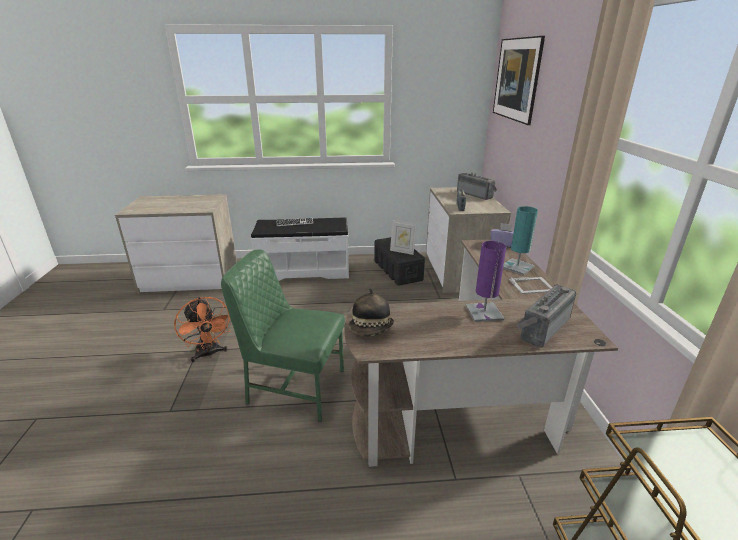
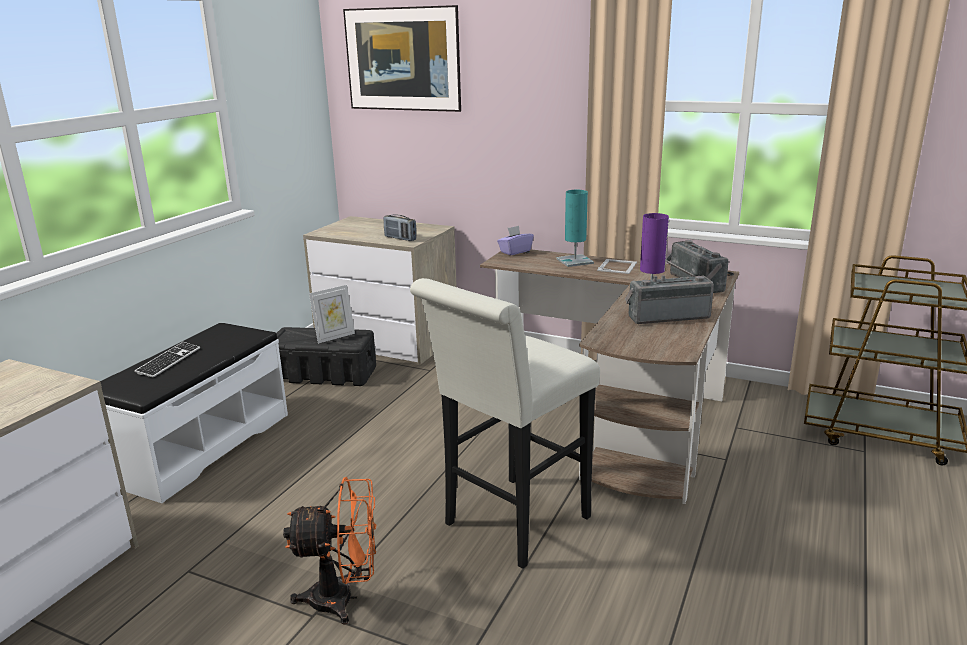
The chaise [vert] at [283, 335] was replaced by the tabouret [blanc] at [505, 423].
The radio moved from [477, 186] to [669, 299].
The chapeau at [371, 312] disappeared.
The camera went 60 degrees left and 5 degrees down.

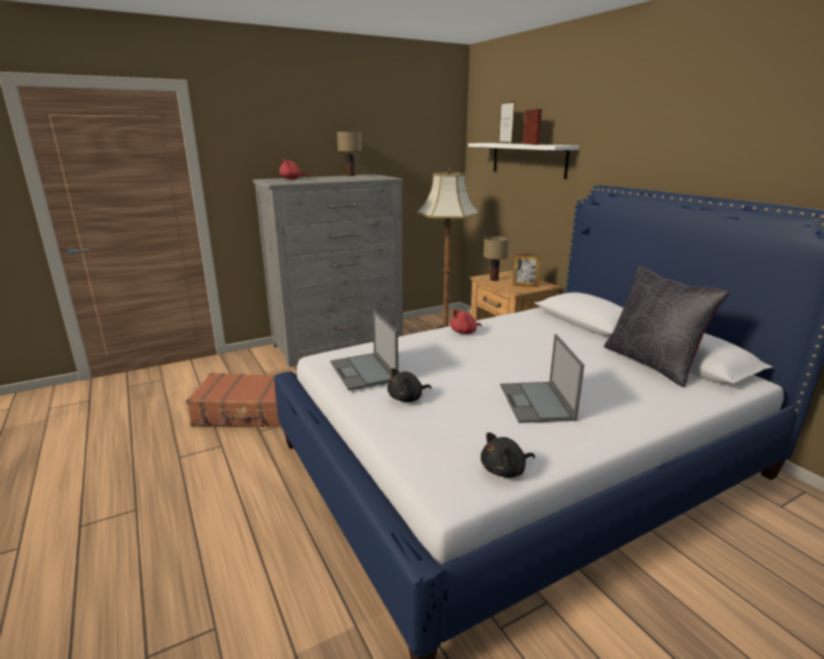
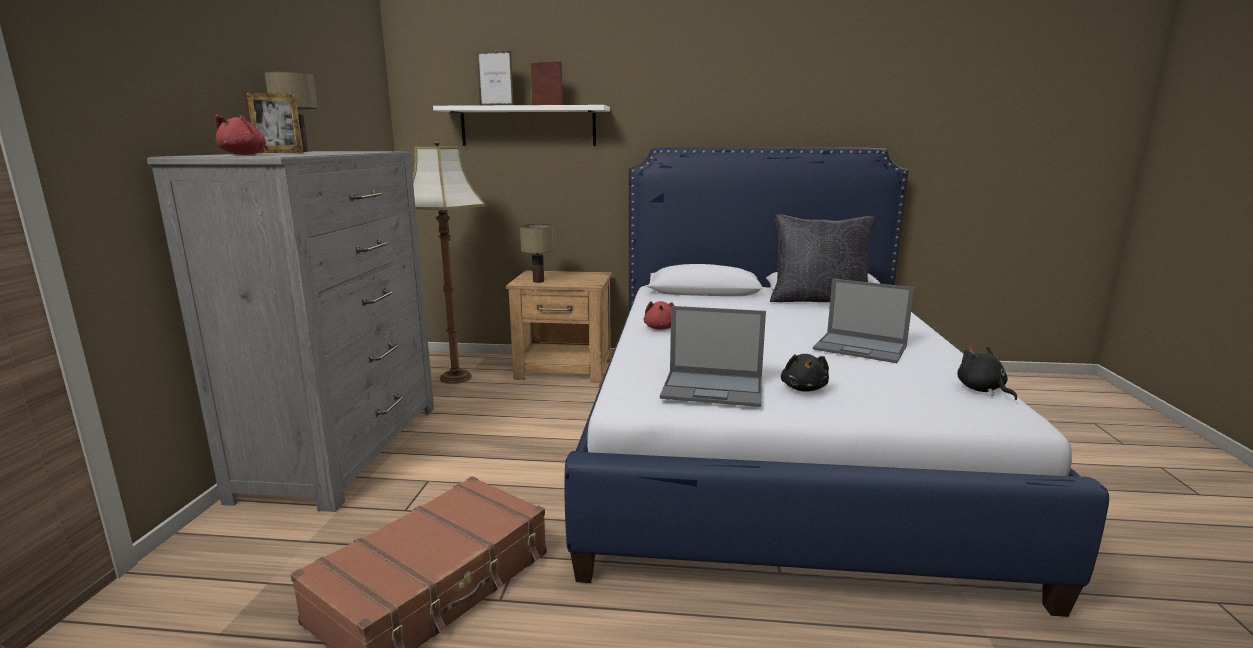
The cadre photo moved from [527, 270] to [274, 122].
The peluche [noir] at [508, 455] turned 150 degrees clockwise.
The camera went 55 degrees left and 5 degrees down.

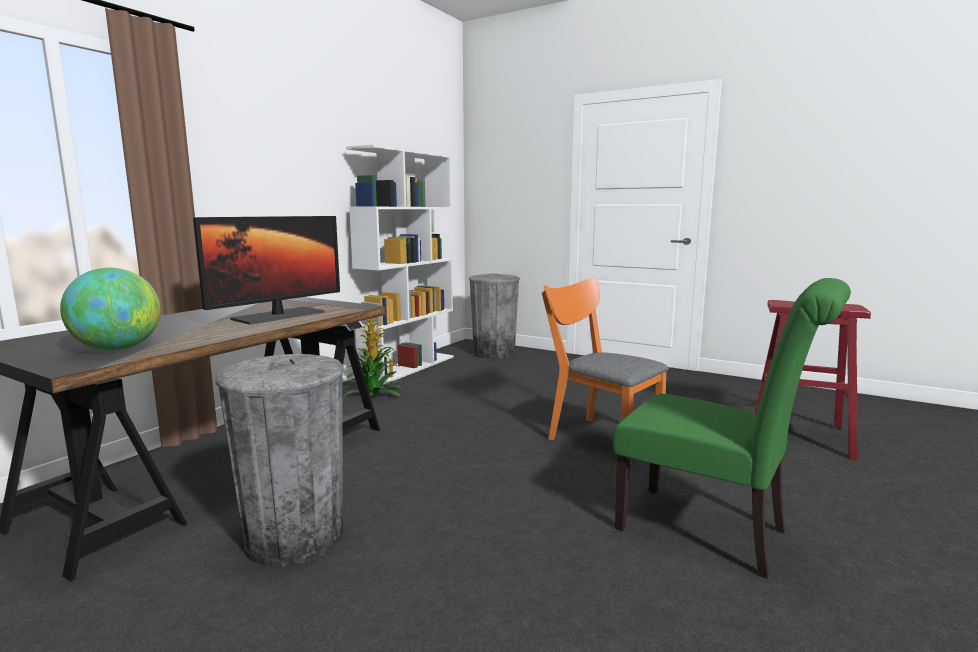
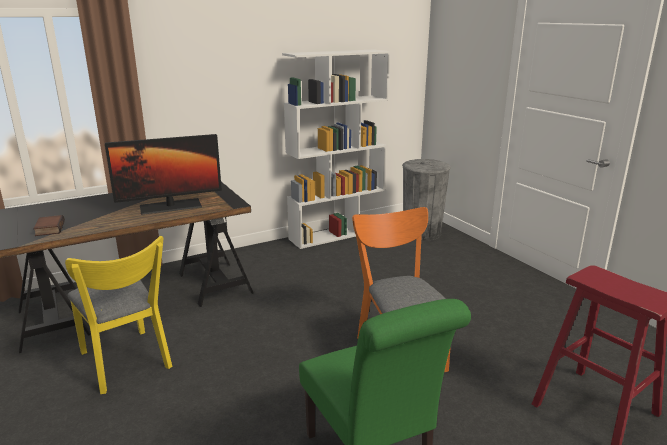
The globe at [110, 309] was replaced by the livre at [49, 225].
The poubelle [gris] at [279, 460] was replaced by the chaise [jaune] at [118, 315].
The plante en pot at [373, 356] disappeared.
The camera went 30 degrees right and 10 degrees up.

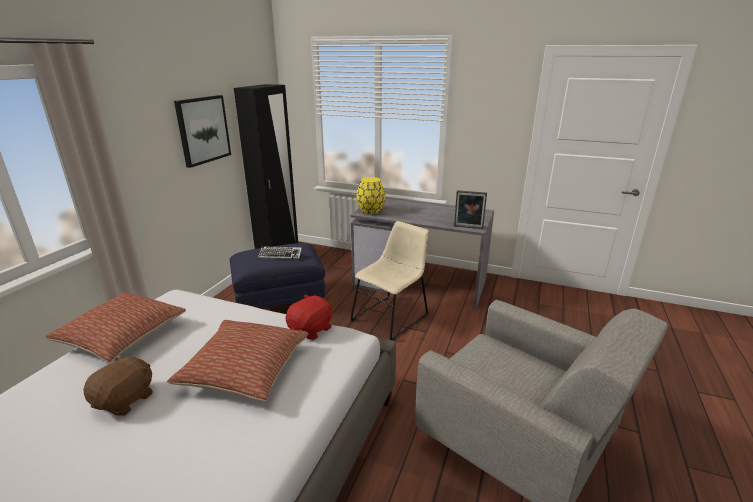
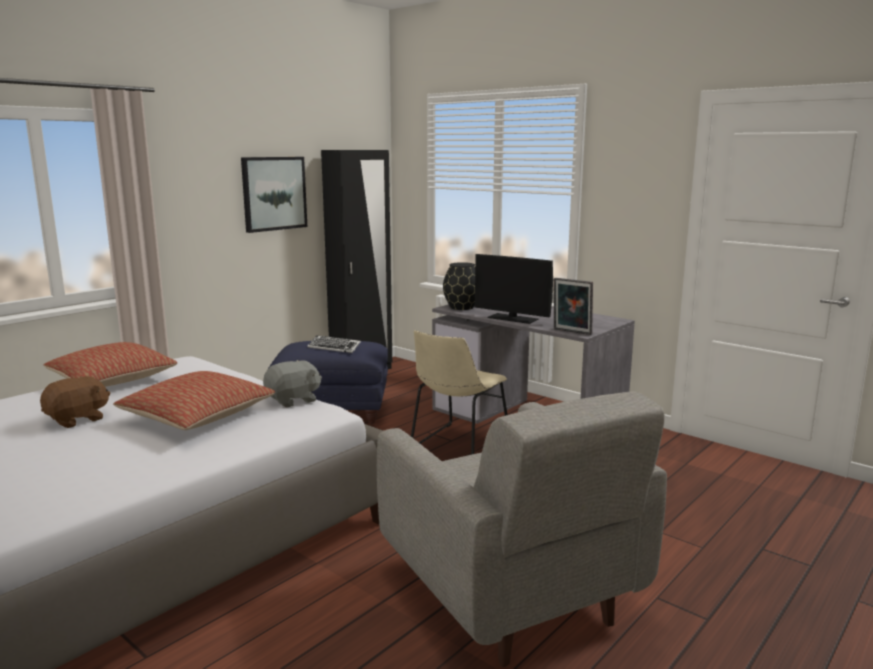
The peluche [rouge] at [309, 317] became the peluche [gris] at [292, 383].
The chaise [beige] at [389, 280] turned 150 degrees clockwise.
The vase [jaune] at [370, 195] became the vase [noir] at [459, 286].
The écran d'ordinateur at [514, 289] appeared.
The camera went 20 degrees right and 10 degrees down.

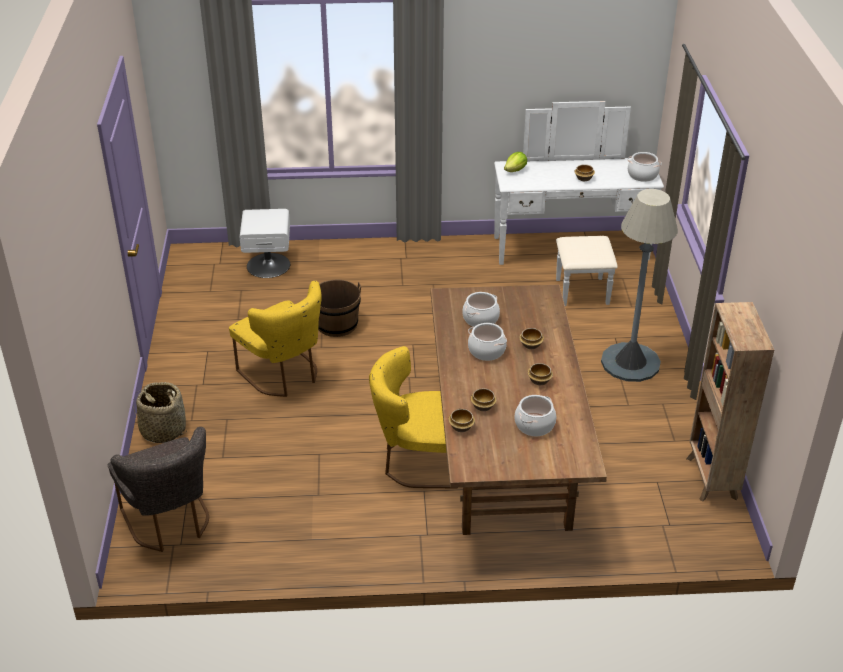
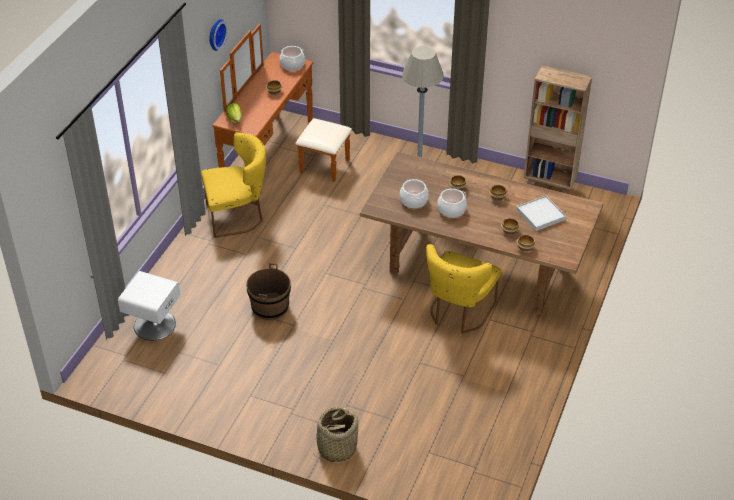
The chaise [jaune] moved from [275, 339] to [233, 185].
The horloge murale at [218, 35] appeared.
The commode [blanc] at [579, 203] became the commode [marron] at [282, 109].
The marmite at [535, 415] was replaced by the plateau [blanc] at [541, 213].
The chaise [gris] at [158, 489] disappeared.
The camera went 65 degrees left and 5 degrees up.

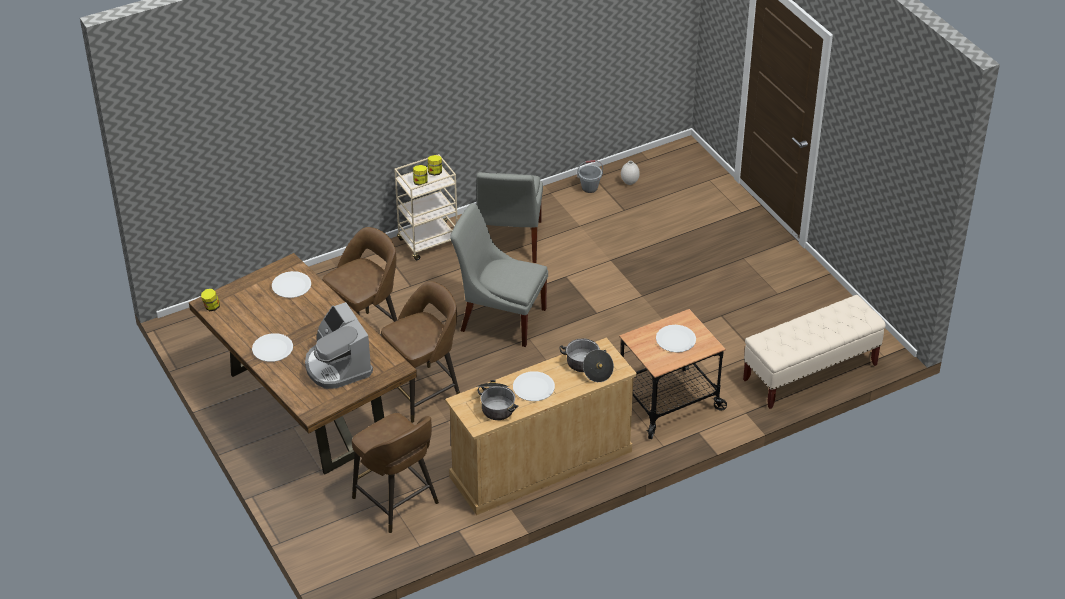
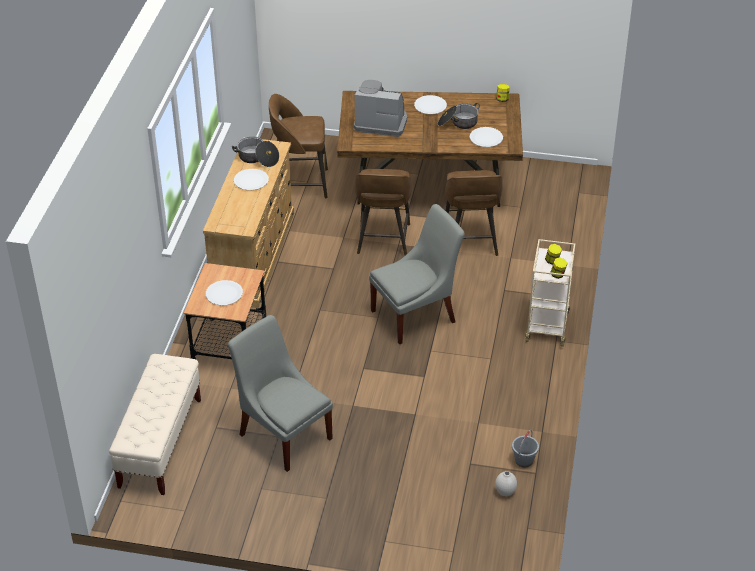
The chaise [gris] moved from [509, 217] to [280, 393].
The marmite moved from [586, 360] to [459, 116].
The camera went 130 degrees right and 0 degrees up.

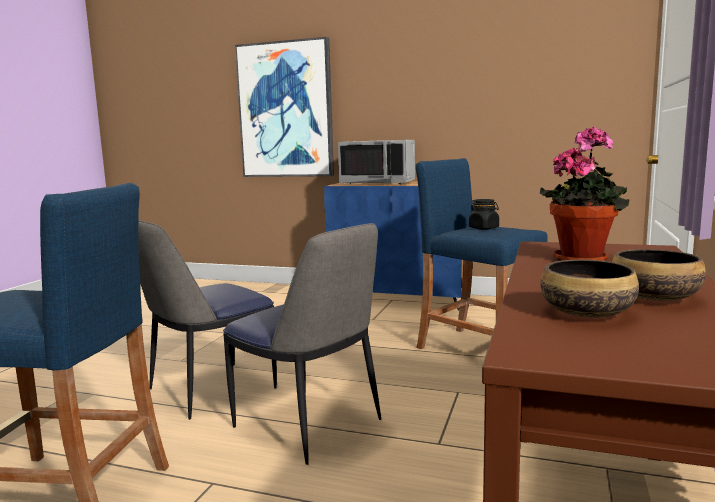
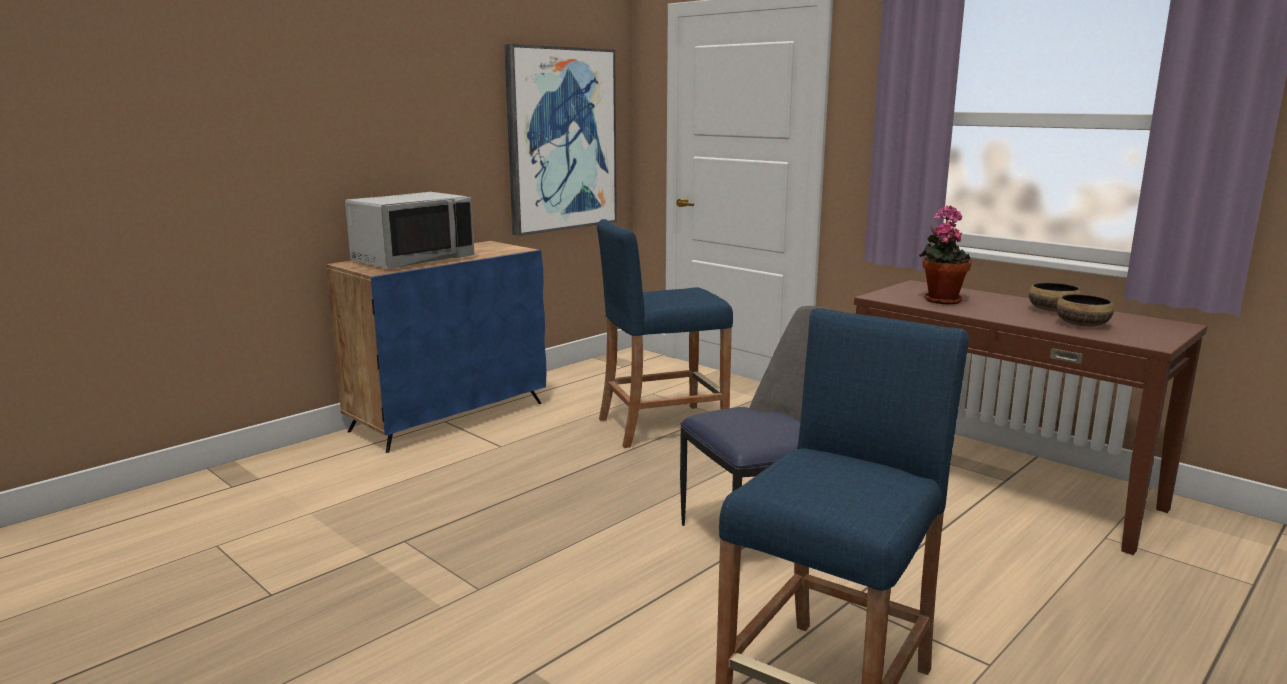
The tableau moved from [284, 107] to [560, 140].
The chaise at [207, 320] disappeared.
The bocal [noir] at [484, 214] disappeared.
The camera went 65 degrees left and 5 degrees up.

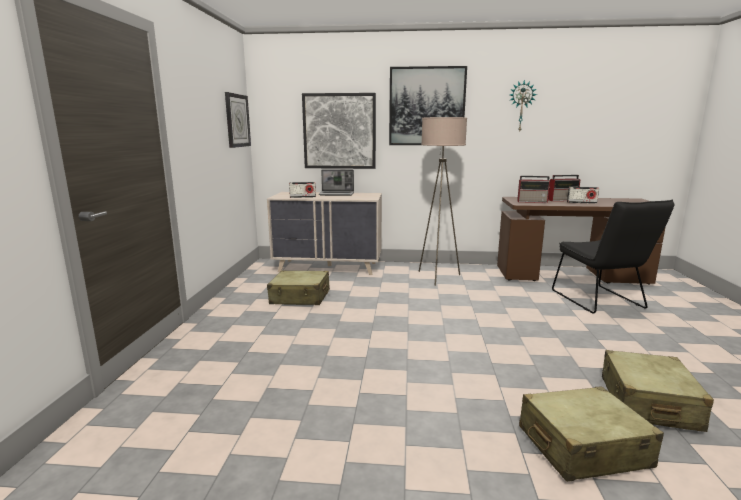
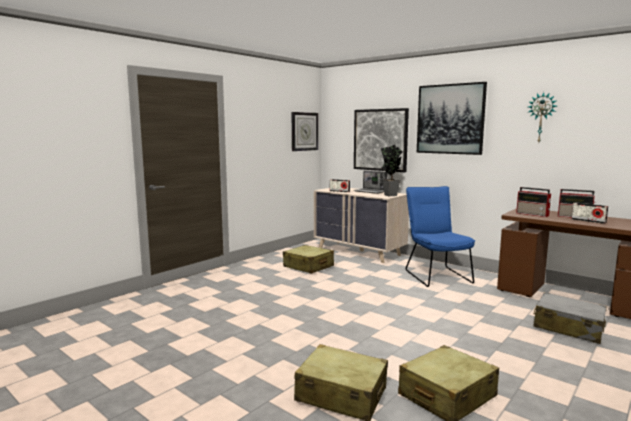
The plante en pot at [392, 170] appeared.
The lampadaire [beige] at [443, 201] was replaced by the chaise [bleu] at [440, 236].
The chaise [noir] at [613, 257] was replaced by the valise [gris] at [570, 318].
The camera went 35 degrees right and 5 degrees down.

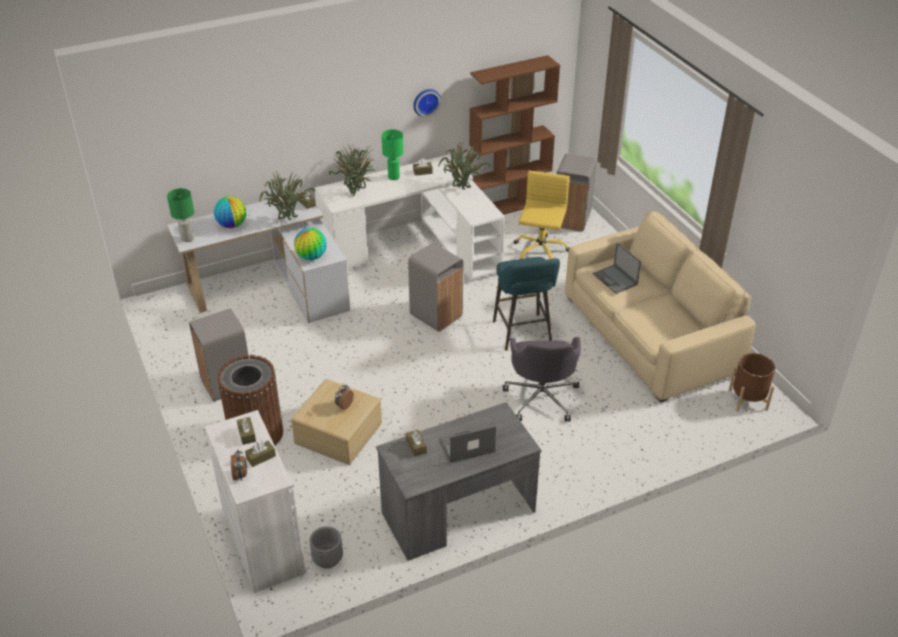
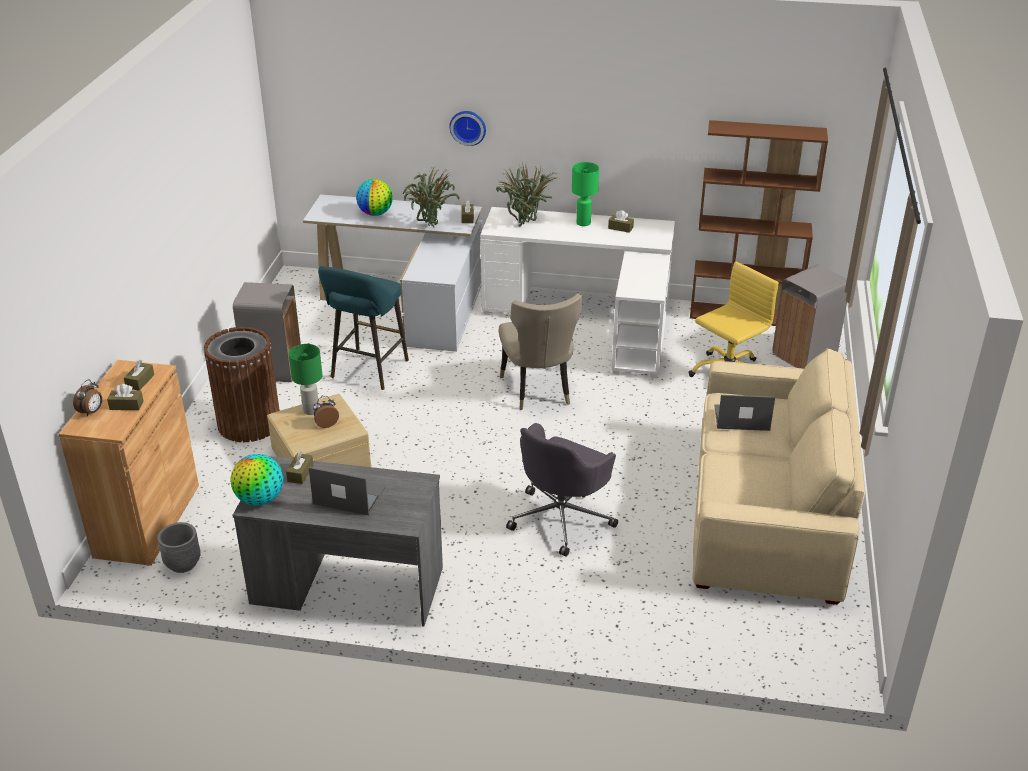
The meuble de rangement [blanc] at [255, 501] became the meuble de rangement [marron] at [129, 463].
The globe moved from [310, 244] to [257, 480].
The lampe de table [vert] moved from [180, 215] to [306, 379].
The tabouret [turquoise] moved from [526, 304] to [363, 328].
The horloge murale moved from [427, 103] to [468, 128].
The poubelle [gris] at [435, 287] was replaced by the chaise [beige] at [540, 351].
The ordinateur portable at [617, 268] turned 90 degrees clockwise.
The plante en pot at [464, 165] disappeared.
The cache-pot [marron] at [752, 382] disappeared.
The camera went 35 degrees right and 5 degrees down.

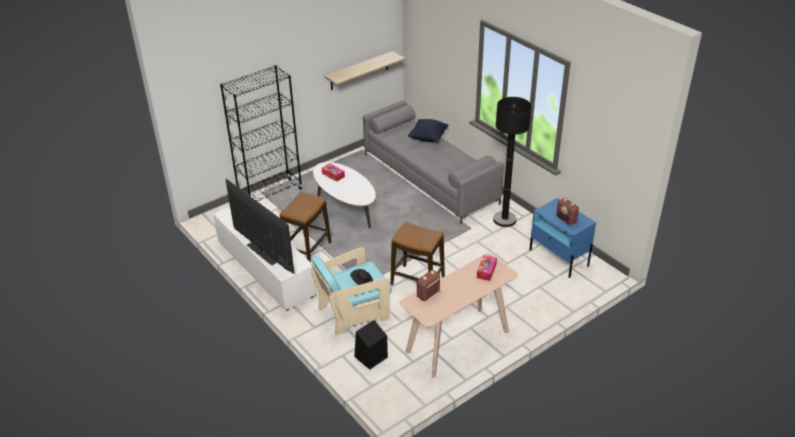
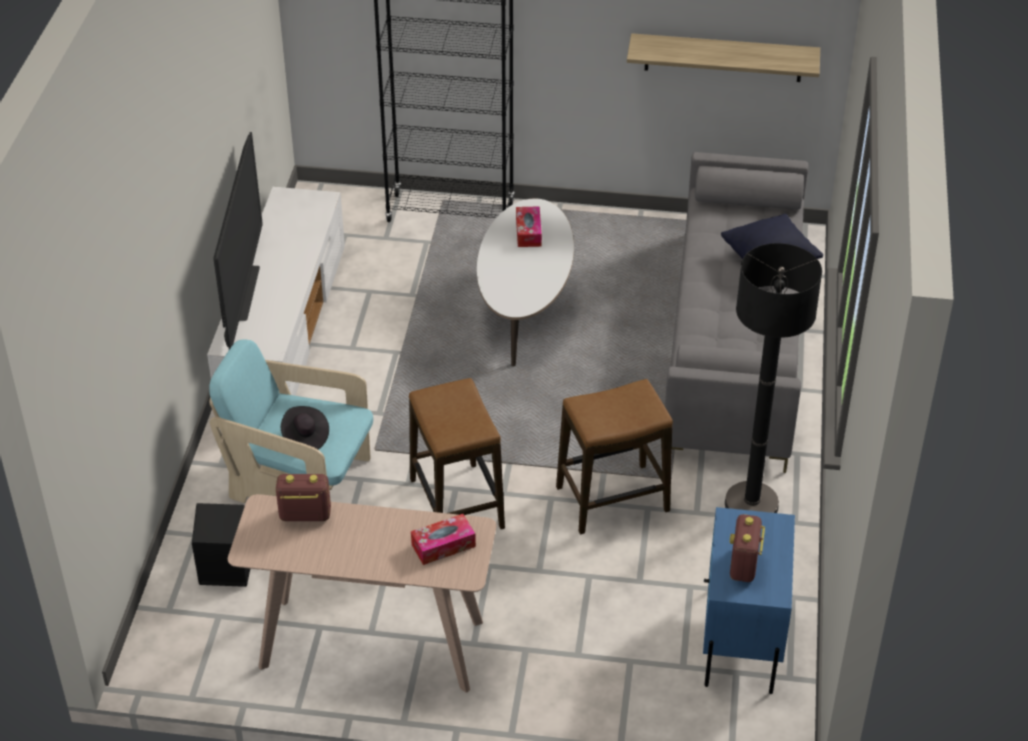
The tabouret moved from [305, 227] to [614, 457].
The camera went 45 degrees right and 5 degrees up.

